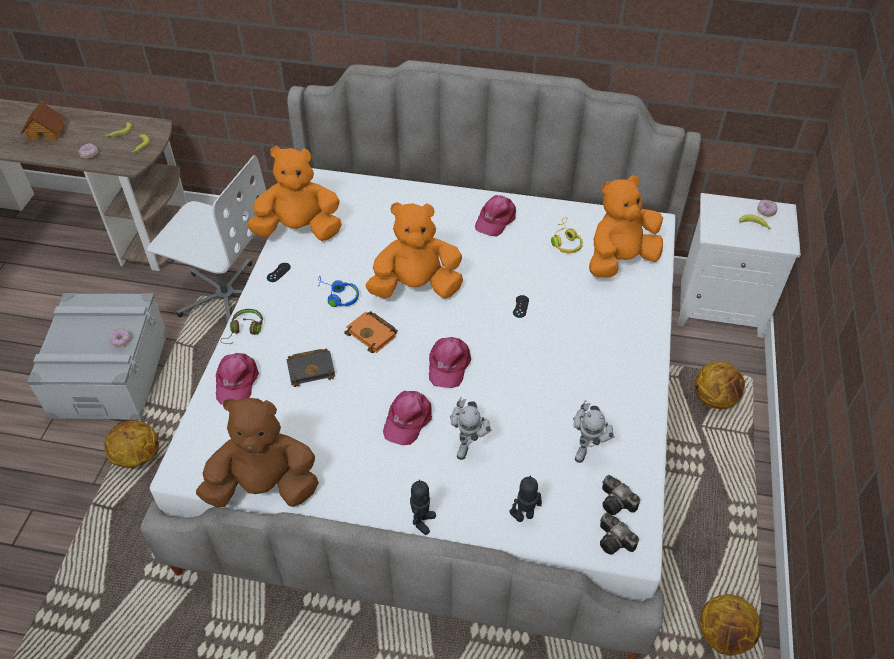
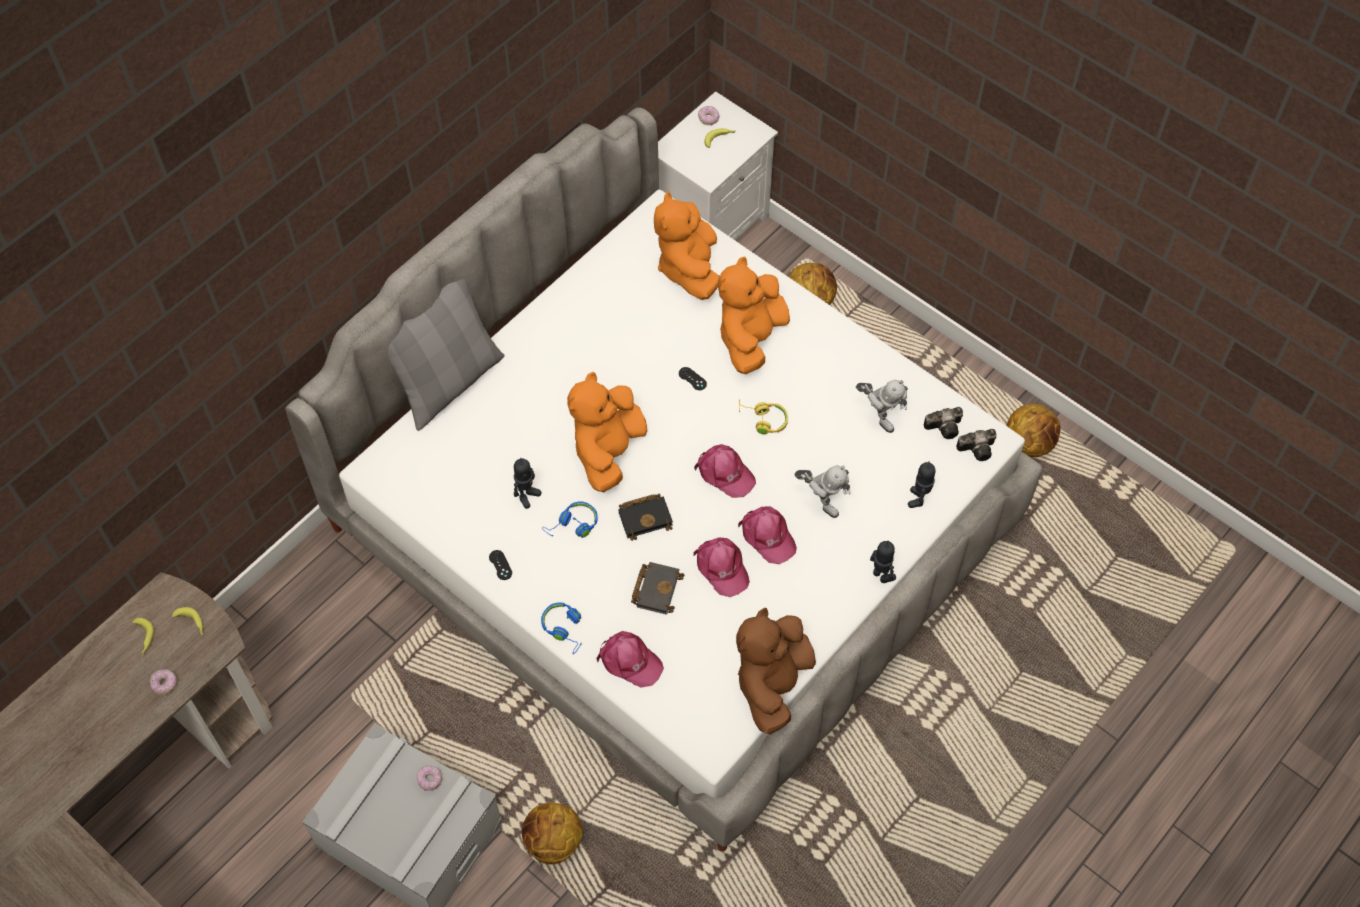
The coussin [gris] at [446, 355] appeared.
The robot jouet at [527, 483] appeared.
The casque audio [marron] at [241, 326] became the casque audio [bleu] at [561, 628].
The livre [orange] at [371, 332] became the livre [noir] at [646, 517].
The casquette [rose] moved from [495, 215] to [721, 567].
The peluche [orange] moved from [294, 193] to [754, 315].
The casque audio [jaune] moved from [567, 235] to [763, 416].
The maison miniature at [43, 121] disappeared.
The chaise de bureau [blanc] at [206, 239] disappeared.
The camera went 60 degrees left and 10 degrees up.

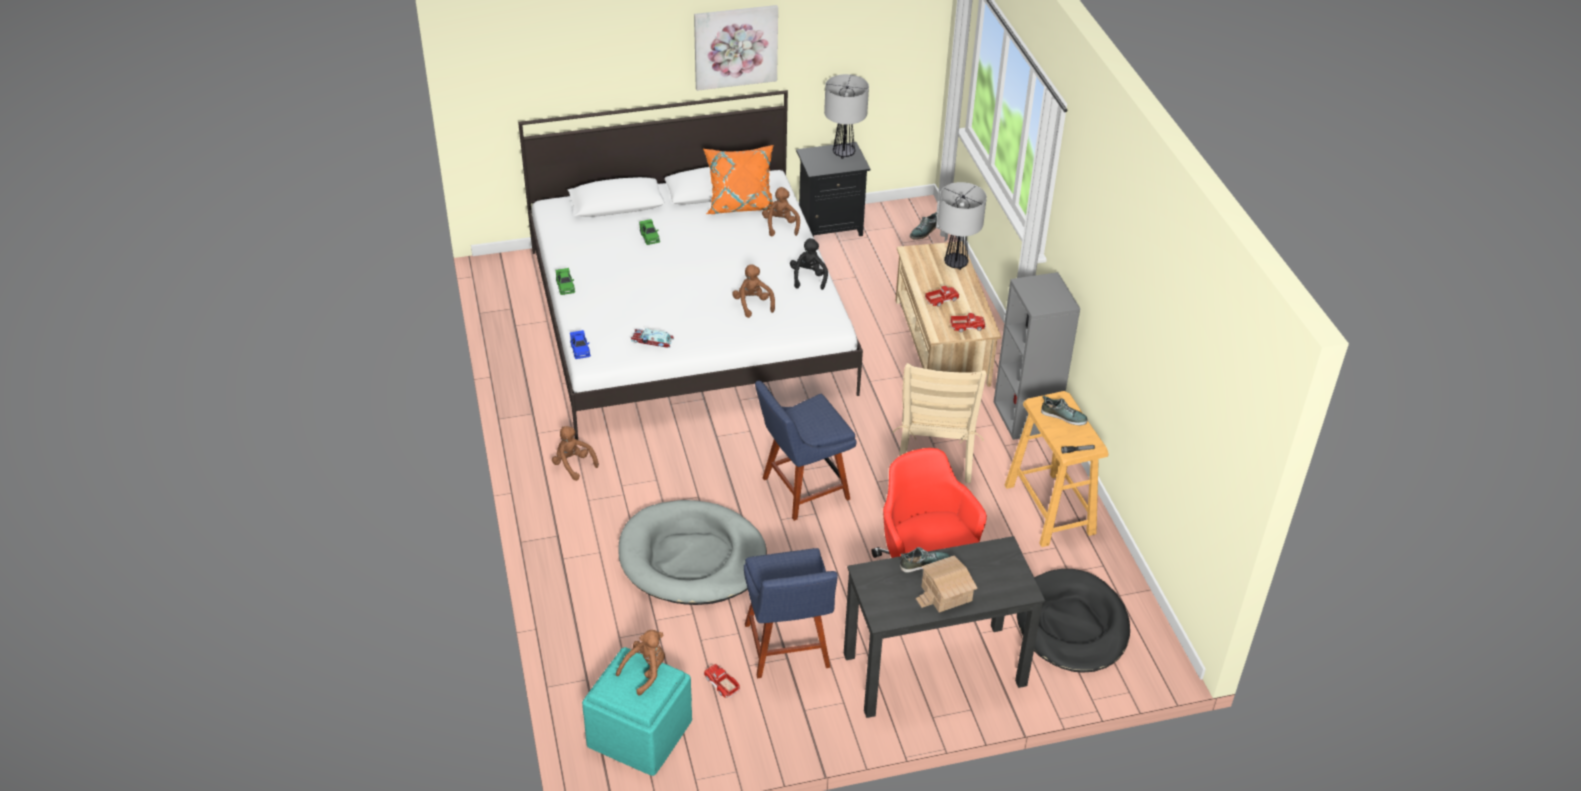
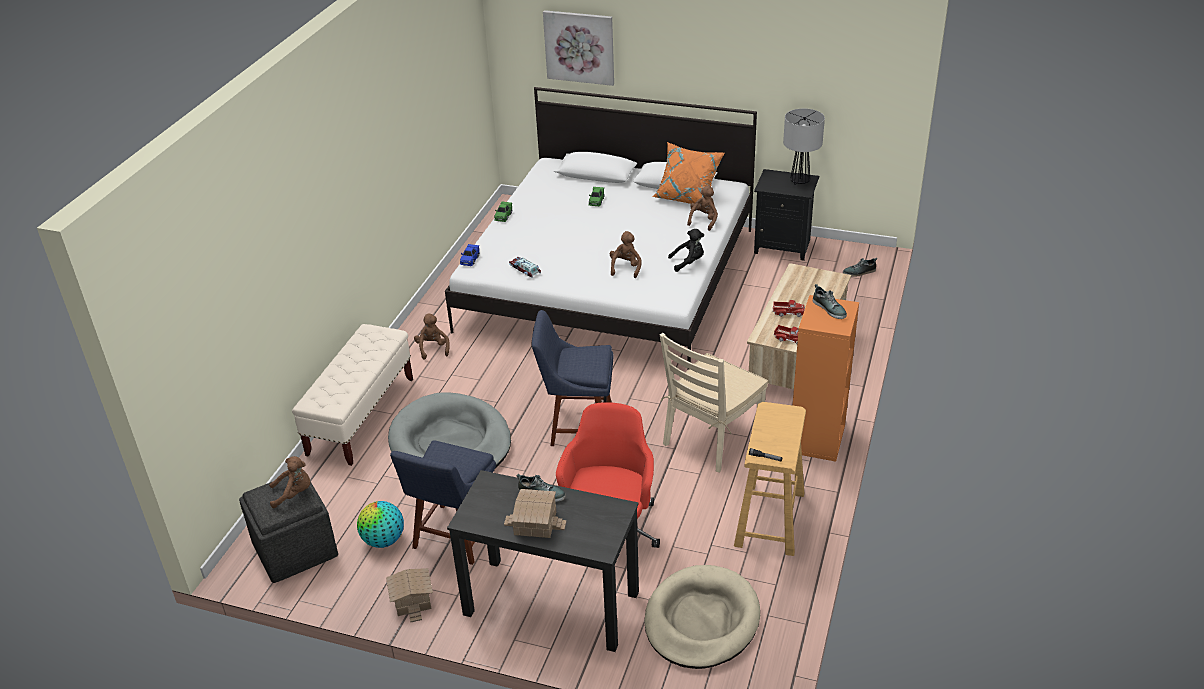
The pouf [turquoise] at [637, 711] became the pouf [gris] at [288, 529].
The banc [beige] at [352, 395] appeared.
The camion jouet at [721, 681] was replaced by the globe at [380, 524].
The maison miniature at [409, 595] appeared.
The tableau moved from [736, 48] to [578, 48].
The panier pour chien [noir] at [1073, 621] became the panier pour chien [beige] at [702, 617].
The peluche [noir] at [809, 264] turned 45 degrees clockwise.
The bibliothèque [gris] at [1037, 356] became the bibliothèque [orange] at [825, 378].
The chaussure moved from [1064, 410] to [830, 301].
The lampe de table at [962, 226] disappeared.
The camera went 35 degrees right and 5 degrees down.

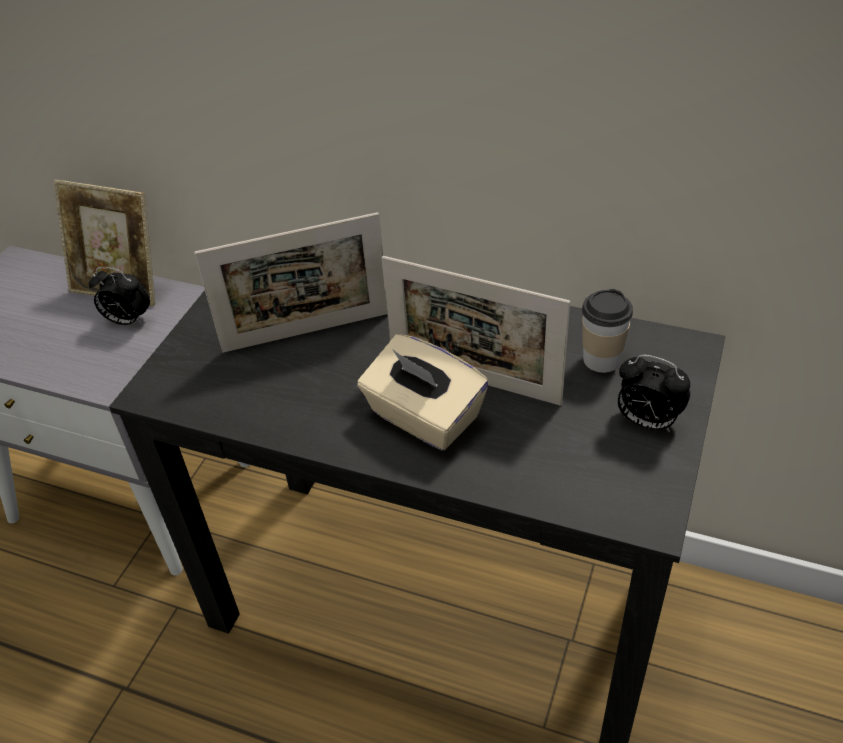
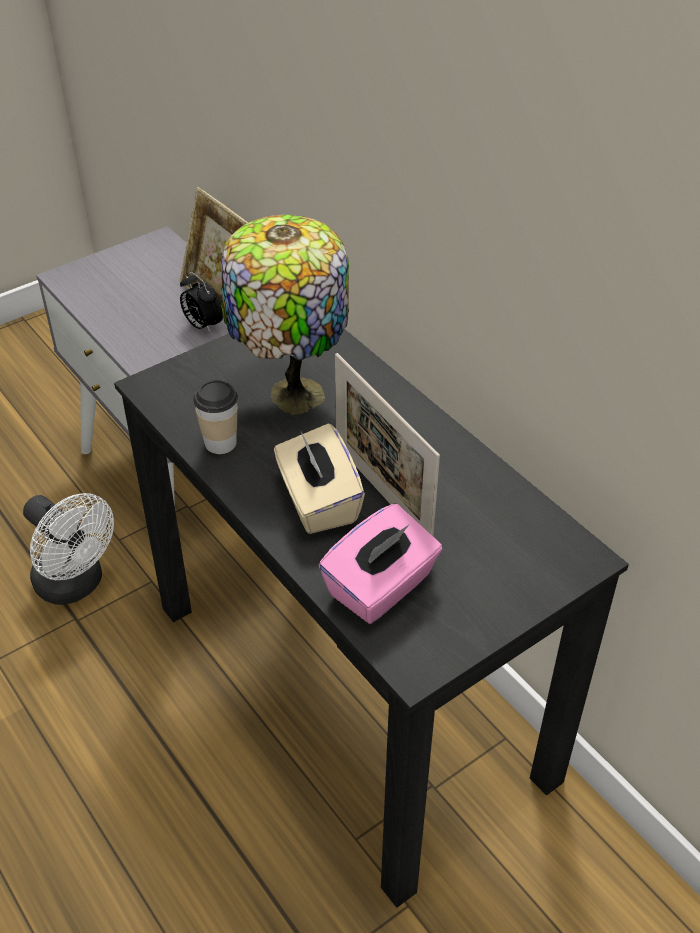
The ventilateur [blanc] at [68, 549] appeared.
The tasse moved from [607, 331] to [215, 417].
The cadre photo at [290, 282] was replaced by the lampe de table at [285, 314].
The boîte à mouchoirs [rose] at [380, 564] appeared.
The réveil at [654, 393] disappeared.
The camera went 30 degrees right and 0 degrees up.

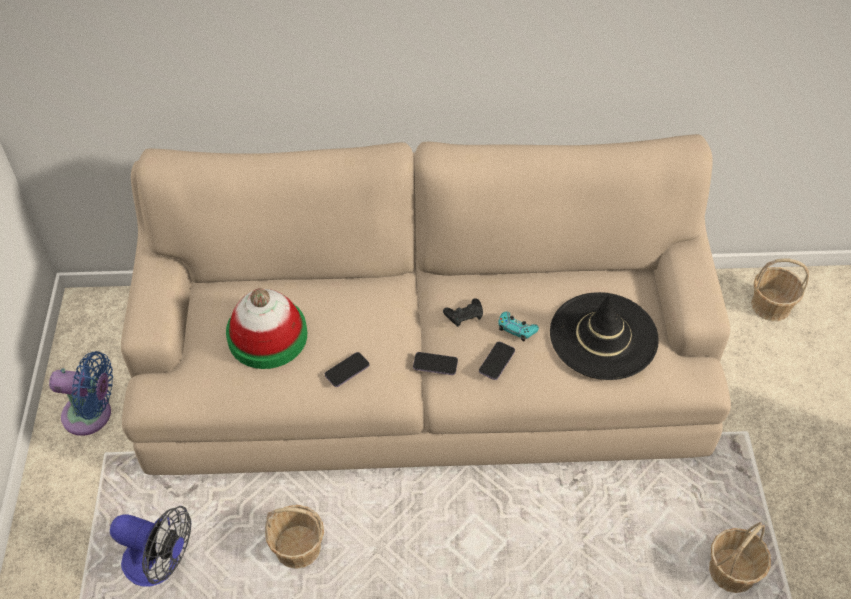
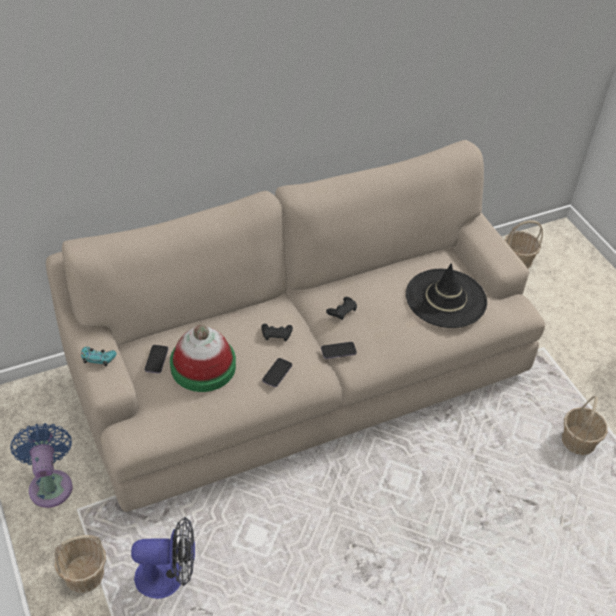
The ventilateur [bleu] at [81, 393] turned 90 degrees counterclockwise.
The panier moved from [294, 537] to [80, 564].
The manette [turquoise] moved from [519, 326] to [99, 356].
The téléphone moved from [497, 361] to [156, 359].
The manette [noir] at [277, 332] appeared.
The camera went 25 degrees left and 5 degrees down.

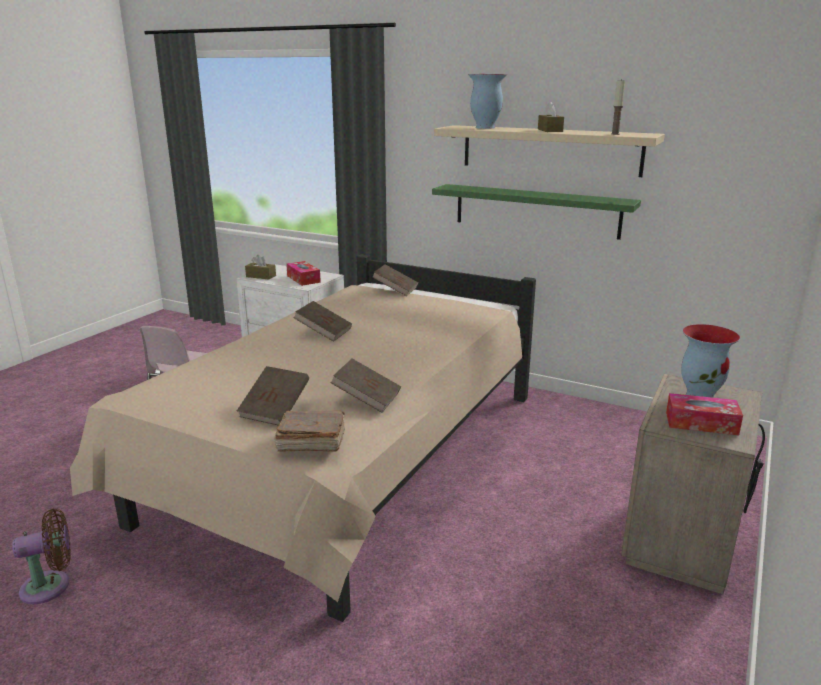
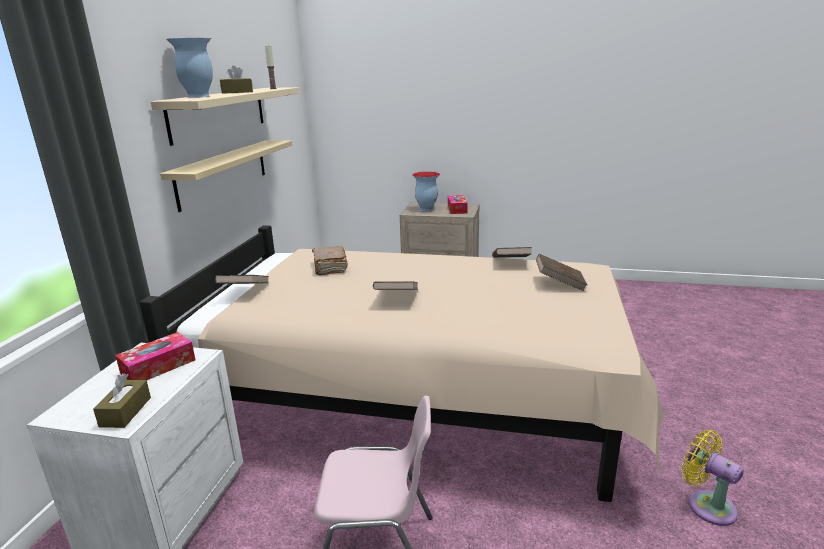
The étagère [vert] at [536, 212] became the étagère [beige] at [226, 176].
The livre [marron] moved from [309, 431] to [330, 260].
The ventilateur [marron] at [41, 556] became the ventilateur [jaune] at [713, 478].
The camera went 105 degrees left and 0 degrees up.

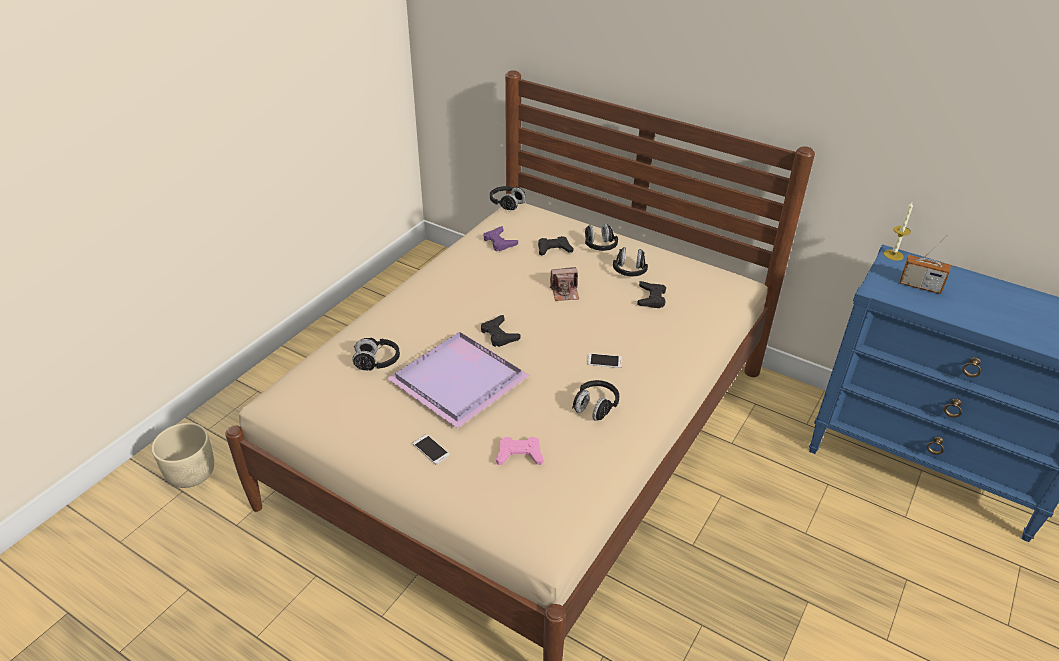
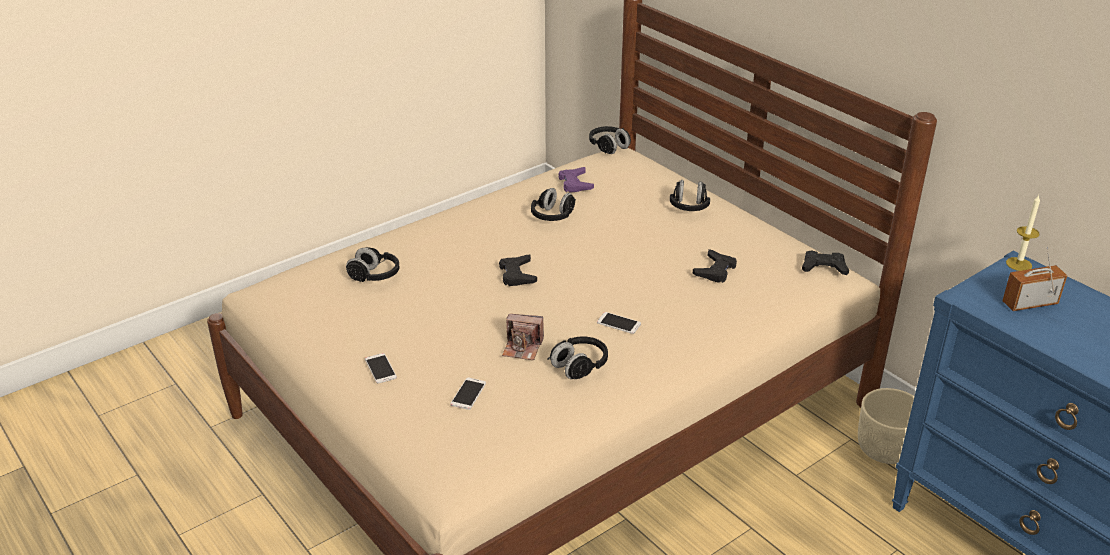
The manette [rose] at [520, 451] was replaced by the téléphone at [468, 393].
The appareil photo moved from [564, 284] to [523, 337].
The casque audio [noir] moved from [630, 261] to [553, 204].
The manette [noir] moved from [556, 246] to [825, 262].
The cache-pot [beige] moved from [183, 455] to [886, 426].
The radio at [925, 264] turned 120 degrees clockwise.
The plateau [violet] at [458, 380] disappeared.
The camera went 20 degrees right and 5 degrees down.

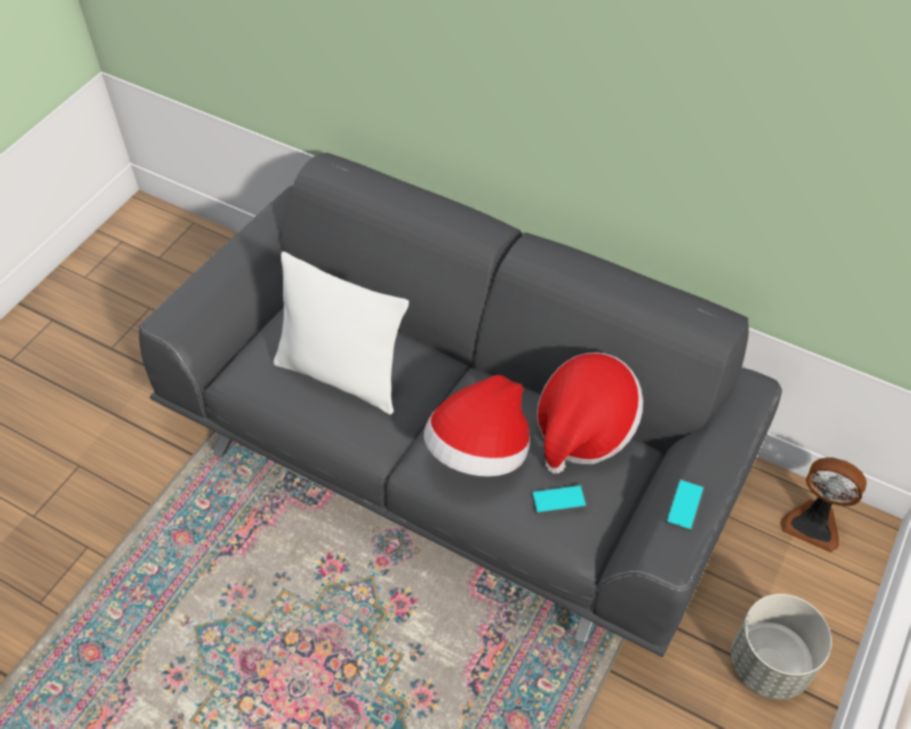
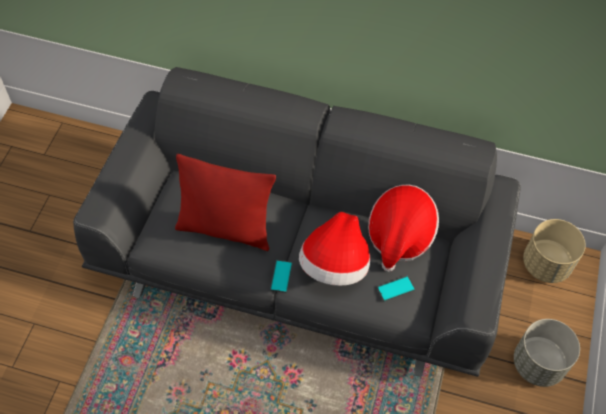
The coussin [blanc] at [341, 333] became the coussin [rouge] at [225, 202].
The téléphone moved from [685, 504] to [281, 276].
The ventilateur at [823, 505] was replaced by the cache-pot [beige] at [554, 251].
The camera went 15 degrees left and 5 degrees up.

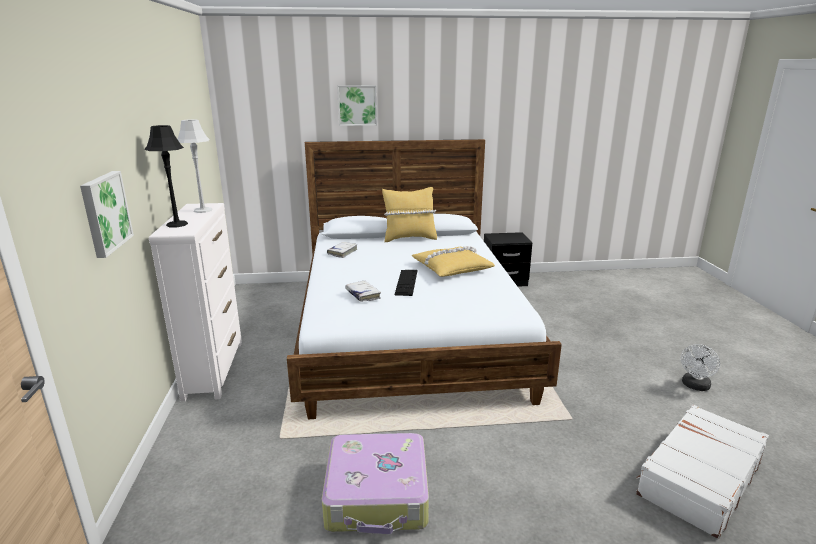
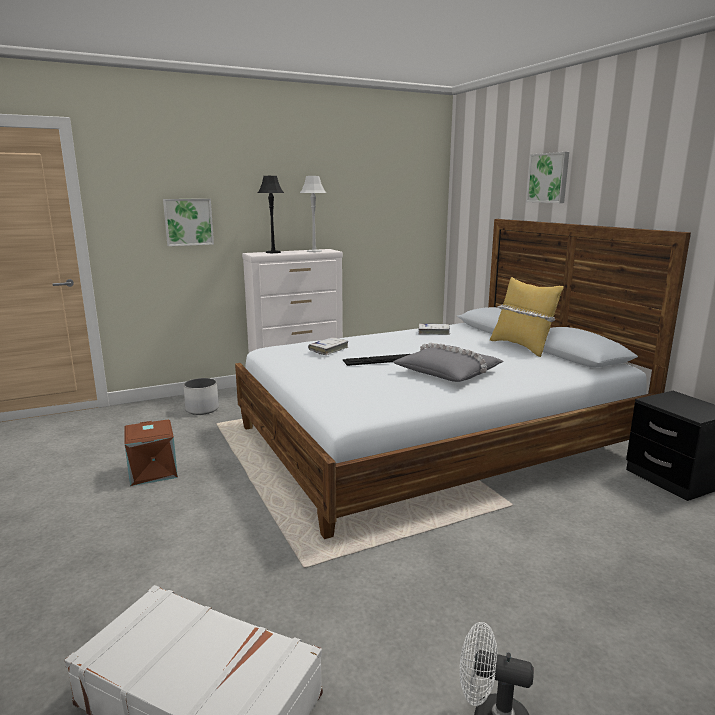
The valise at [375, 483] was replaced by the boîte de rangement [marron] at [151, 453].
The cache-pot [blanc] at [201, 396] appeared.
The coussin [jaune] at [453, 261] became the coussin [gris] at [448, 362].
The camera went 70 degrees right and 5 degrees down.

